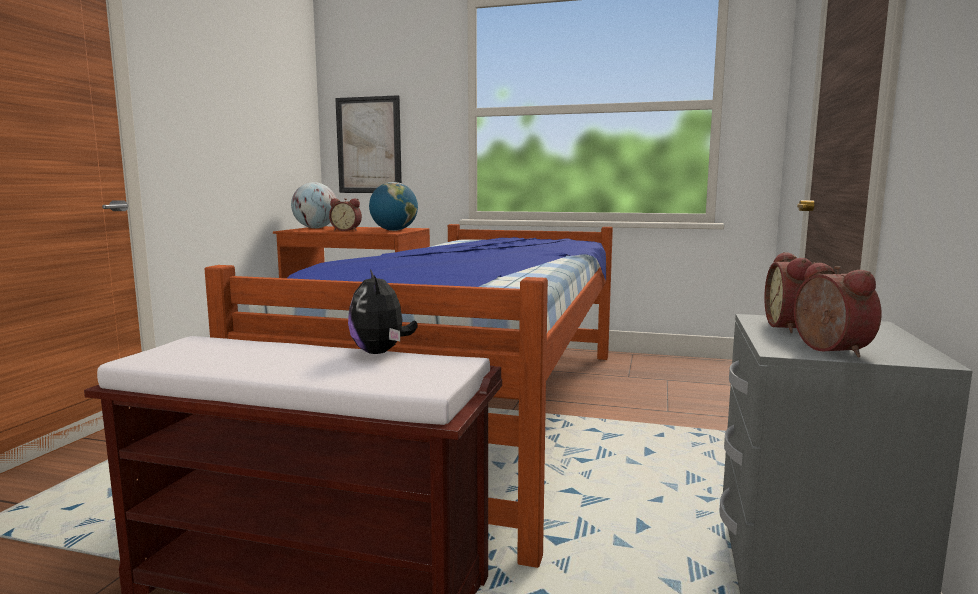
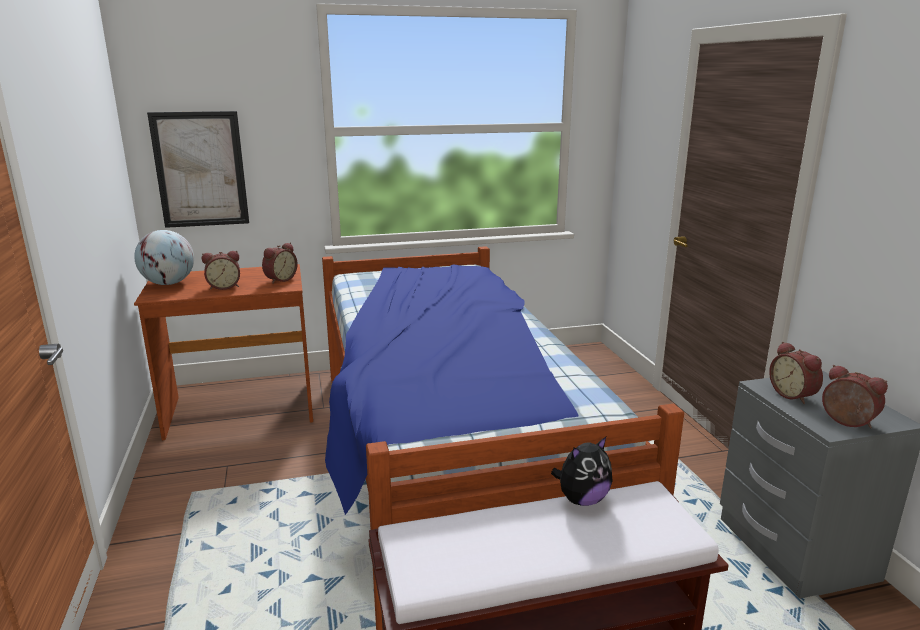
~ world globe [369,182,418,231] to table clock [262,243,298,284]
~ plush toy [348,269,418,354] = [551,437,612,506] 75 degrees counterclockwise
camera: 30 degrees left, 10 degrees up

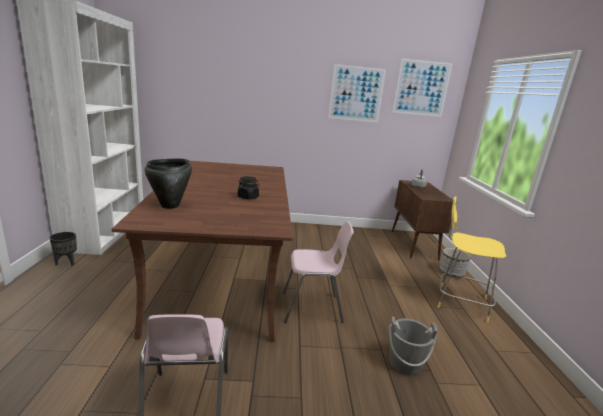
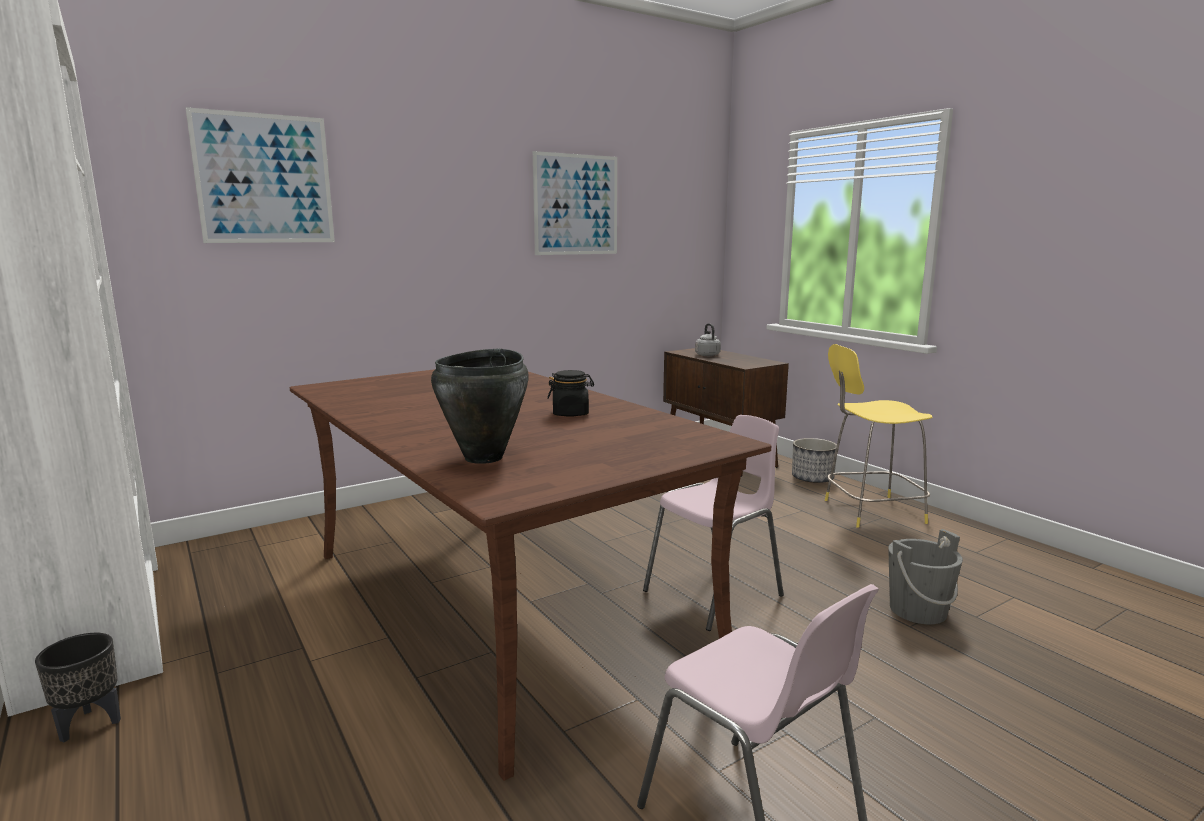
~ picture [392,58,453,117] to [186,107,335,243]
camera: 30 degrees left, 5 degrees down

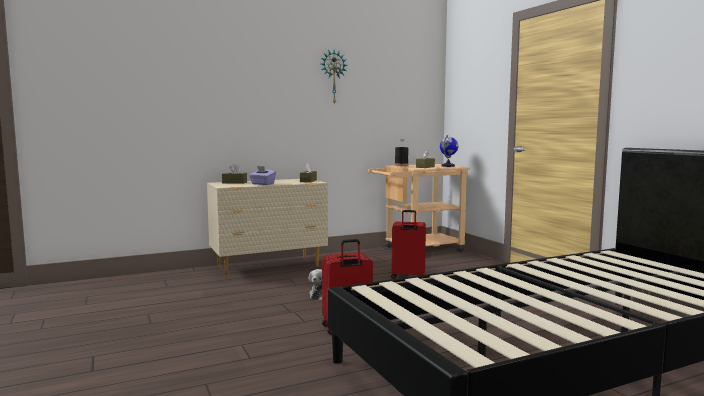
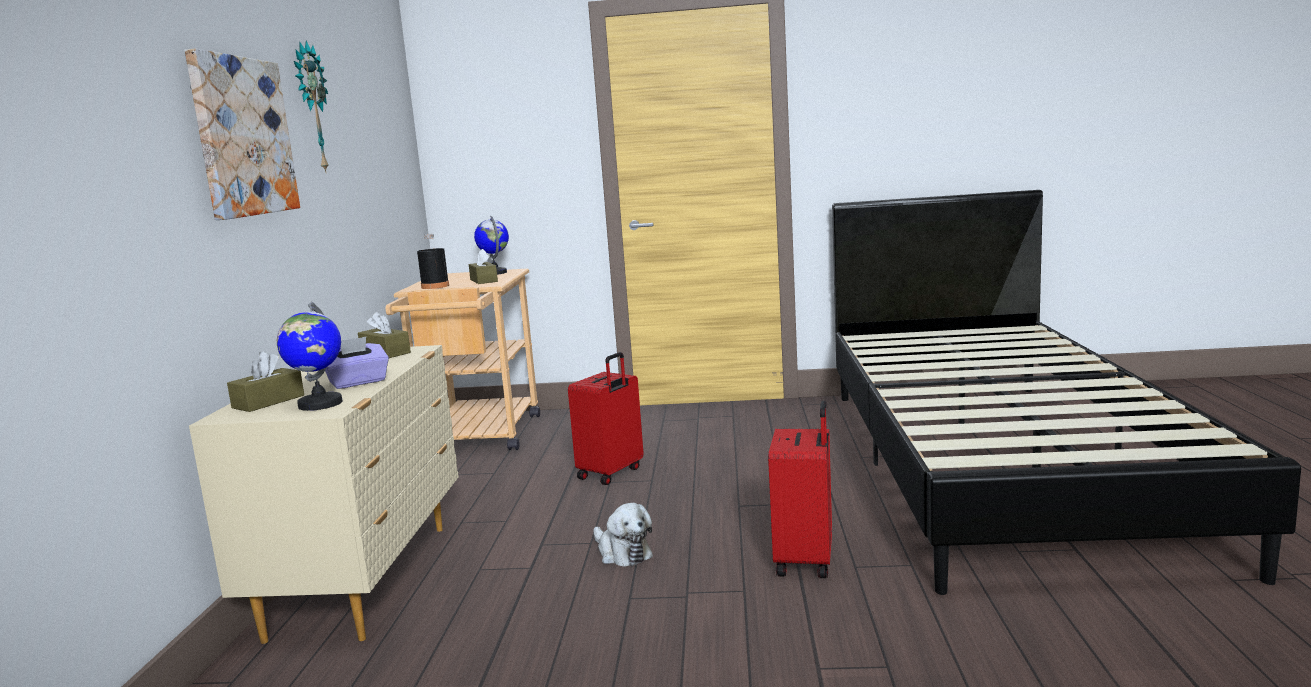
+ picture [184,48,300,220]
+ world globe [277,302,342,411]
camera: 60 degrees left, 5 degrees up

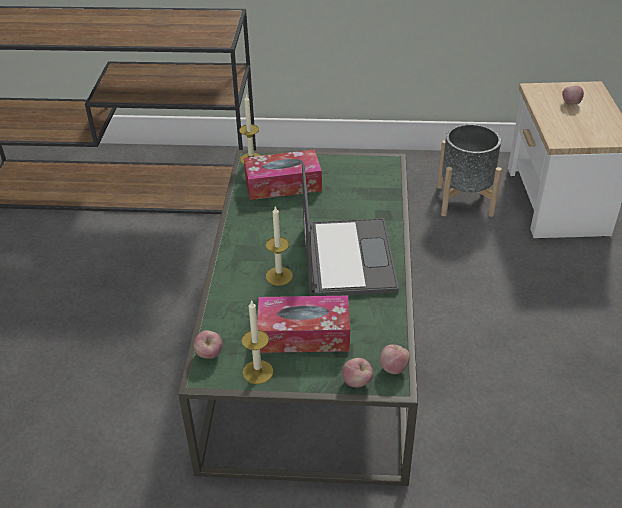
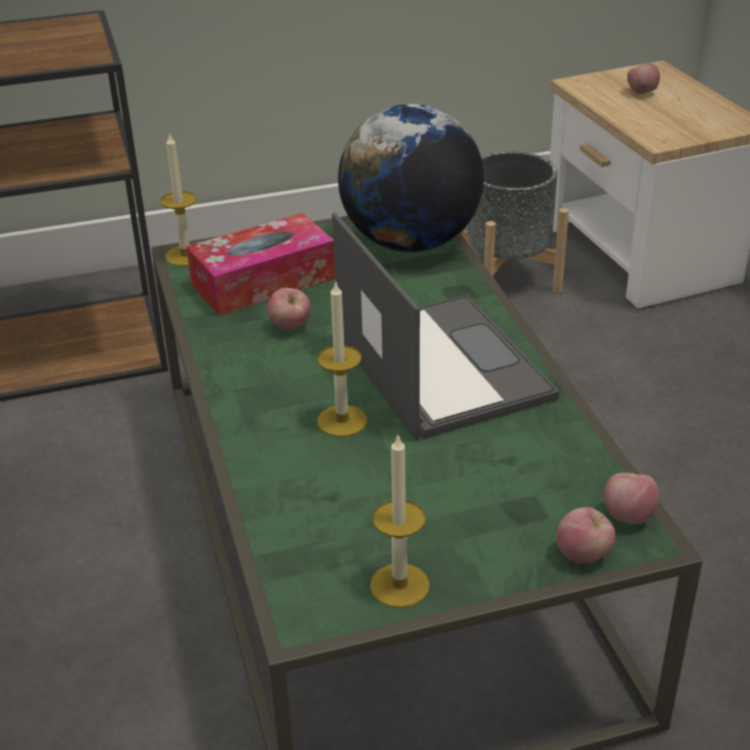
~ whole apple [194,330,223,359] to [267,288,311,329]
+ world globe [338,104,484,252]
- box of tissues [257,296,350,353]
camera: 20 degrees left, 5 degrees down

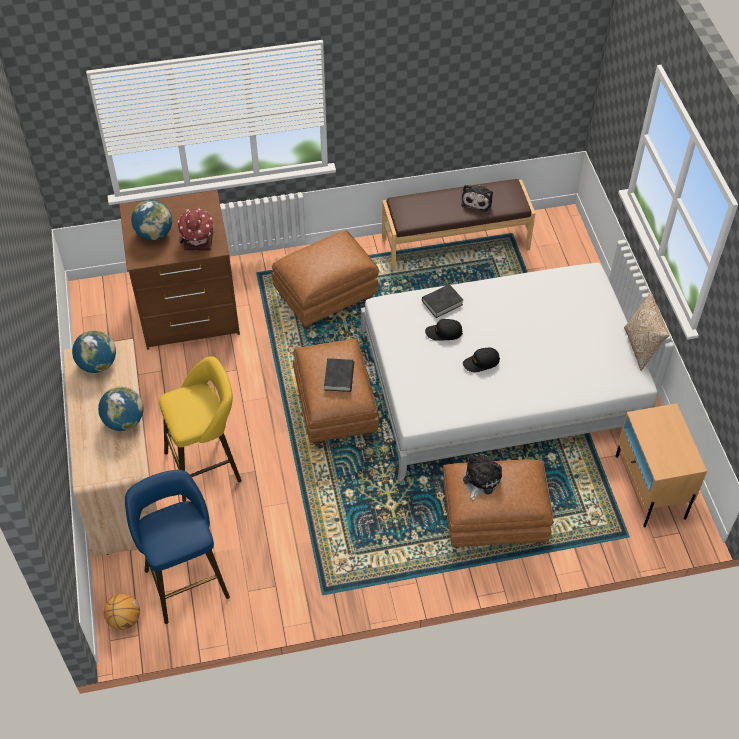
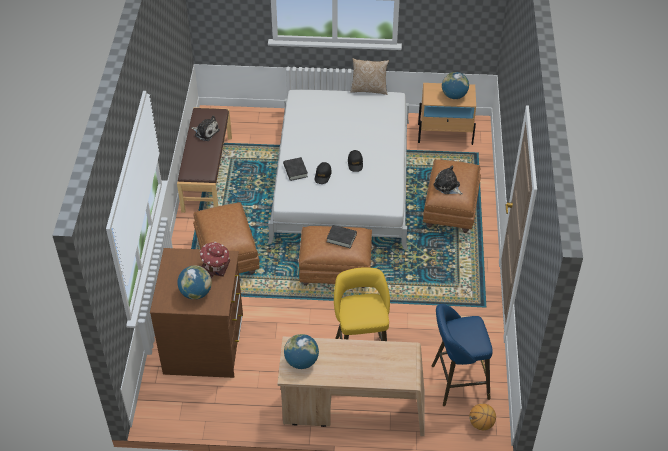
~ world globe [98,387,143,431] to [442,72,469,99]
camera: 75 degrees left, 5 degrees down

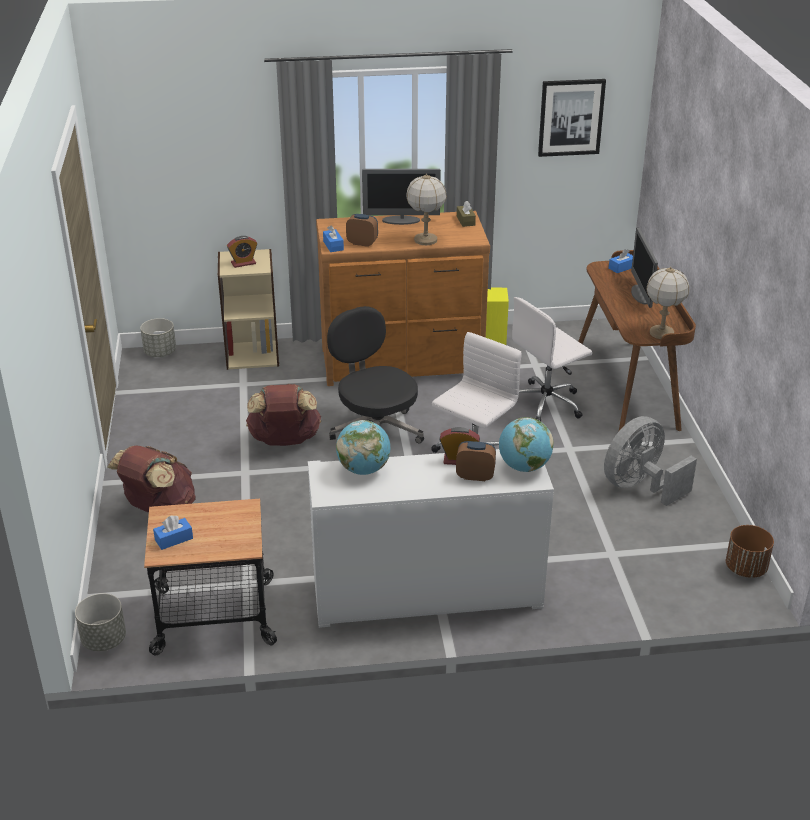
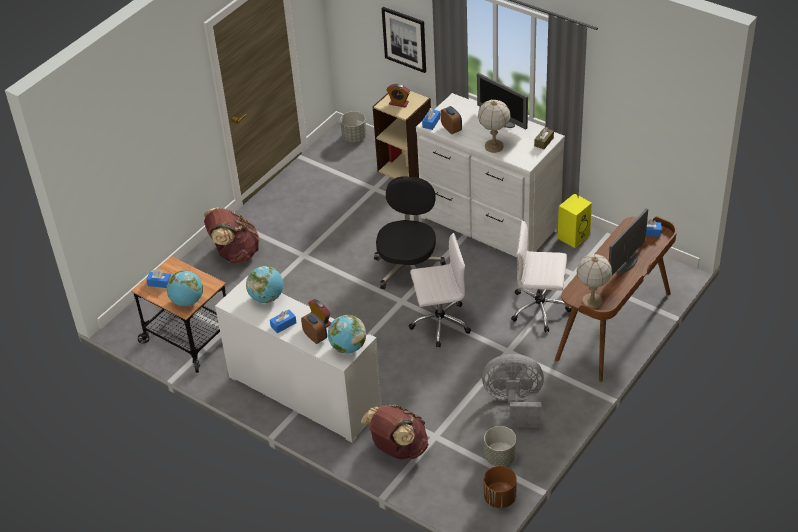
+ world globe [167,270,203,306]
+ bluish box of tissues [270,310,297,333]
~ brown knapsack [246,384,321,446] to [361,405,428,459]
~ picture [538,79,606,157] to [382,7,426,73]
~ brown drawer chest [316,211,490,386] to white drawer chest [416,93,565,257]
~ gray planter [75,593,126,651] to [484,426,516,466]
camera: 45 degrees right, 10 degrees up

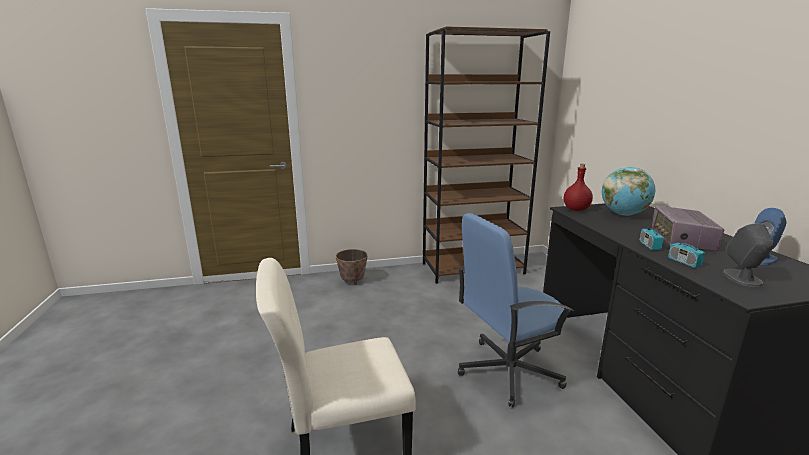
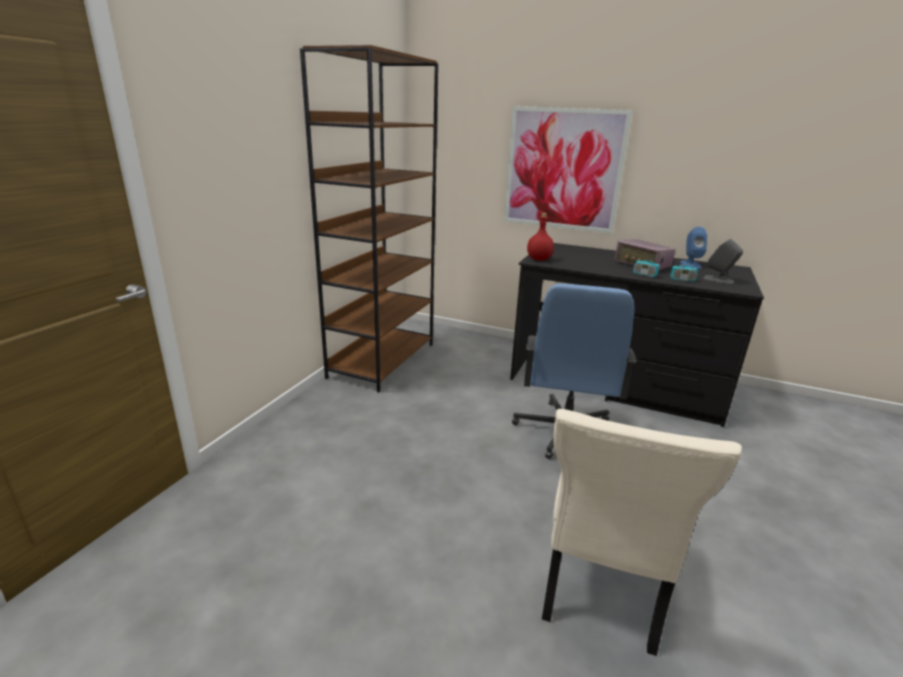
+ picture [504,106,633,234]
- planter [335,249,368,285]
- world globe [602,167,655,215]
camera: 55 degrees left, 5 degrees up

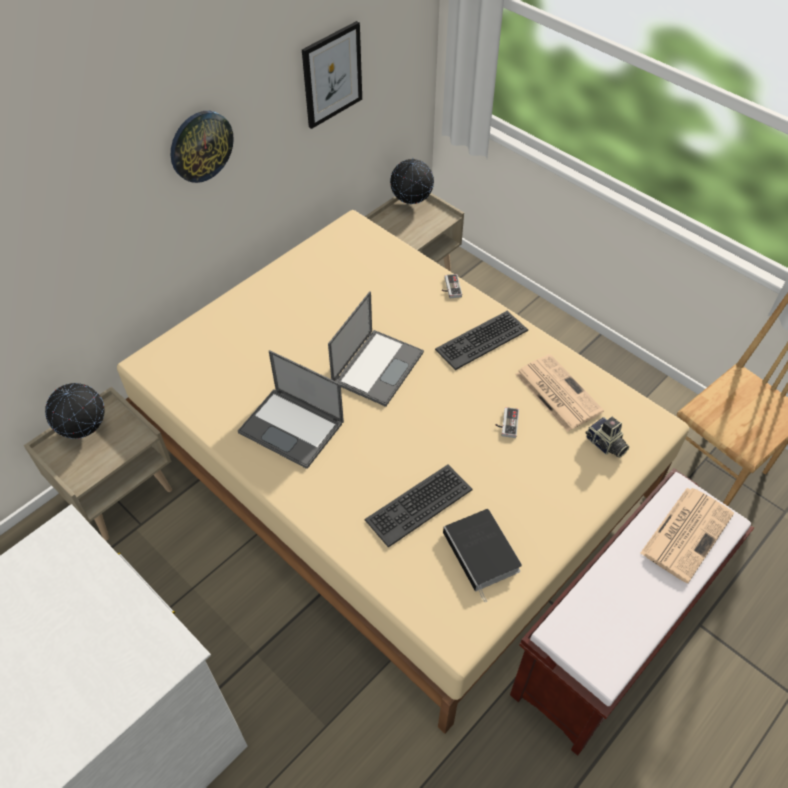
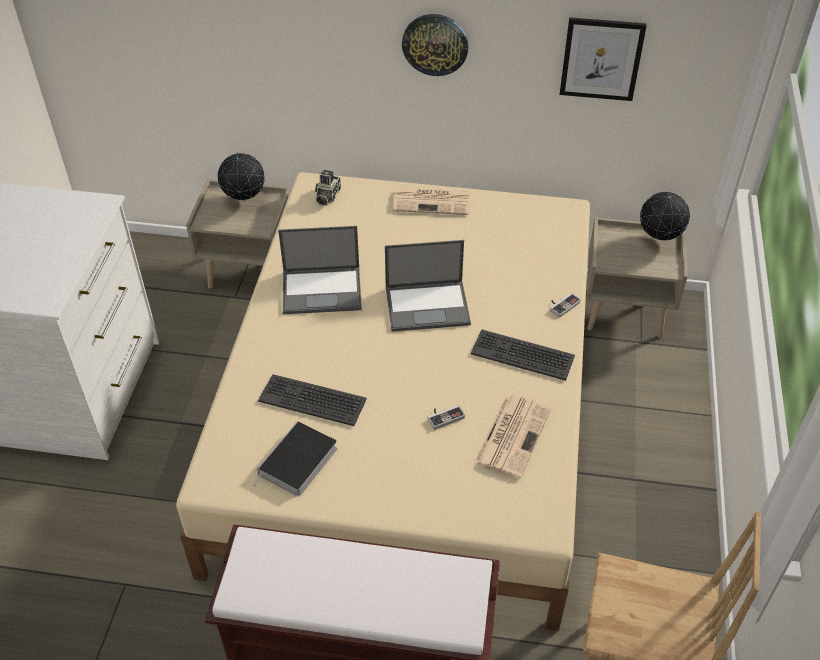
~ notebook computer [238,350,344,469] = [278,226,362,314] 90 degrees counterclockwise
~ photo camera [585,417,629,458] to [315,170,341,206]
~ newspaper [640,488,734,583] to [393,187,470,215]
camera: 55 degrees right, 5 degrees down

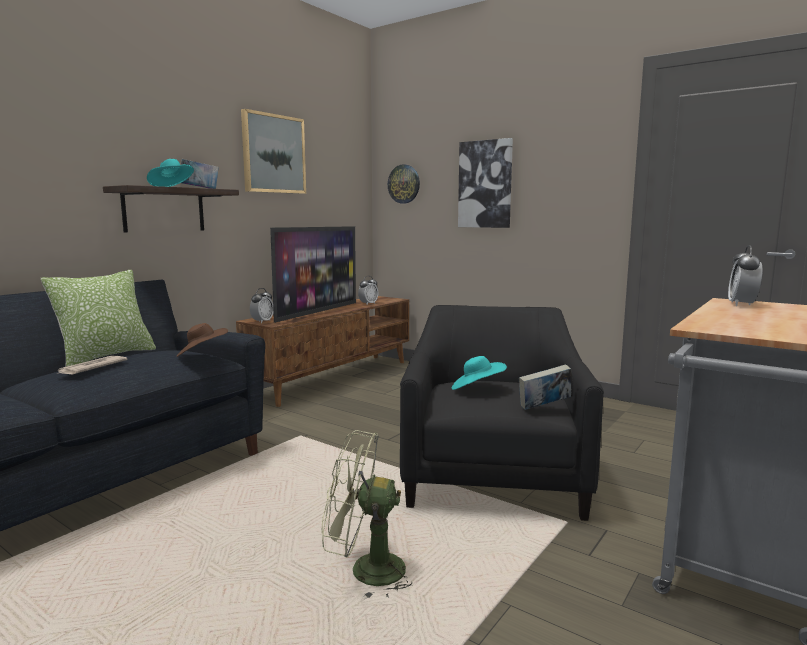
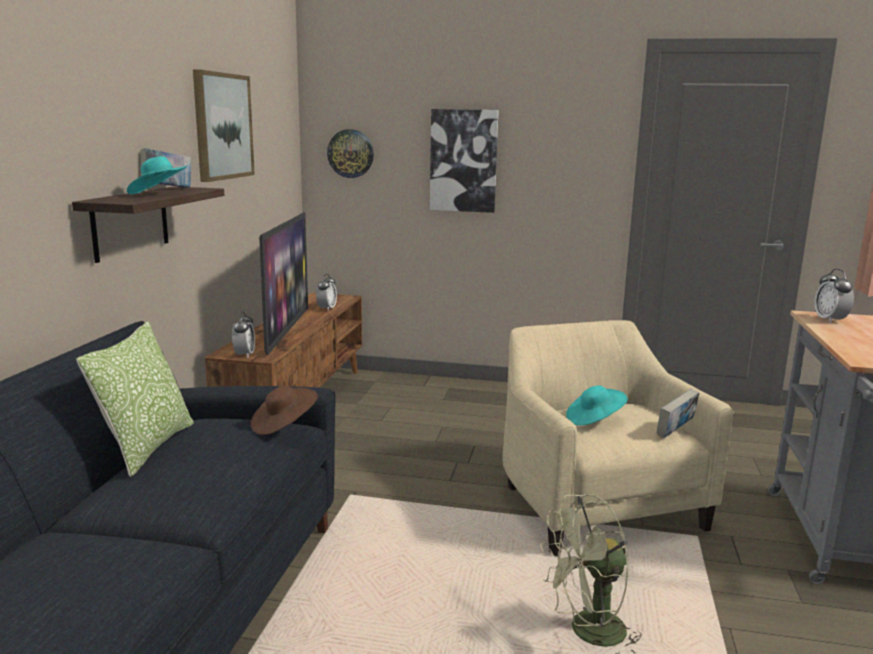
~ blackish armchair [400,305,604,521] to beige-coloured armchair [502,320,734,556]
- newspaper [56,356,127,375]
camera: 25 degrees left, 5 degrees up

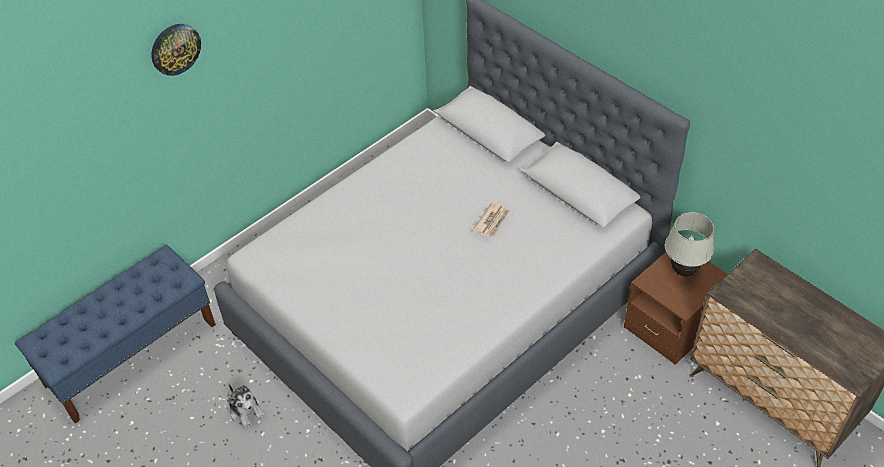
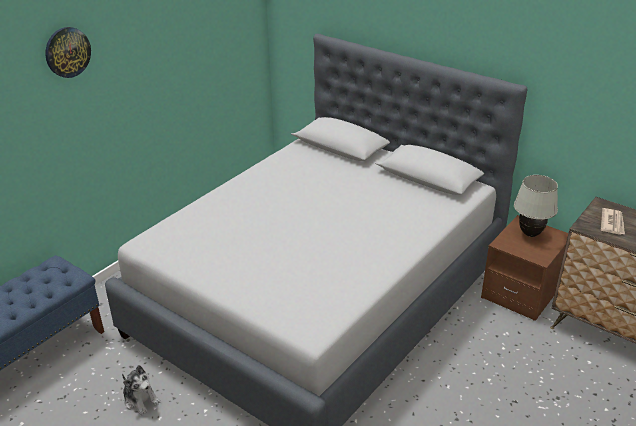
~ newspaper [472,202,510,237] to [601,208,625,235]
camera: 10 degrees left, 15 degrees down

